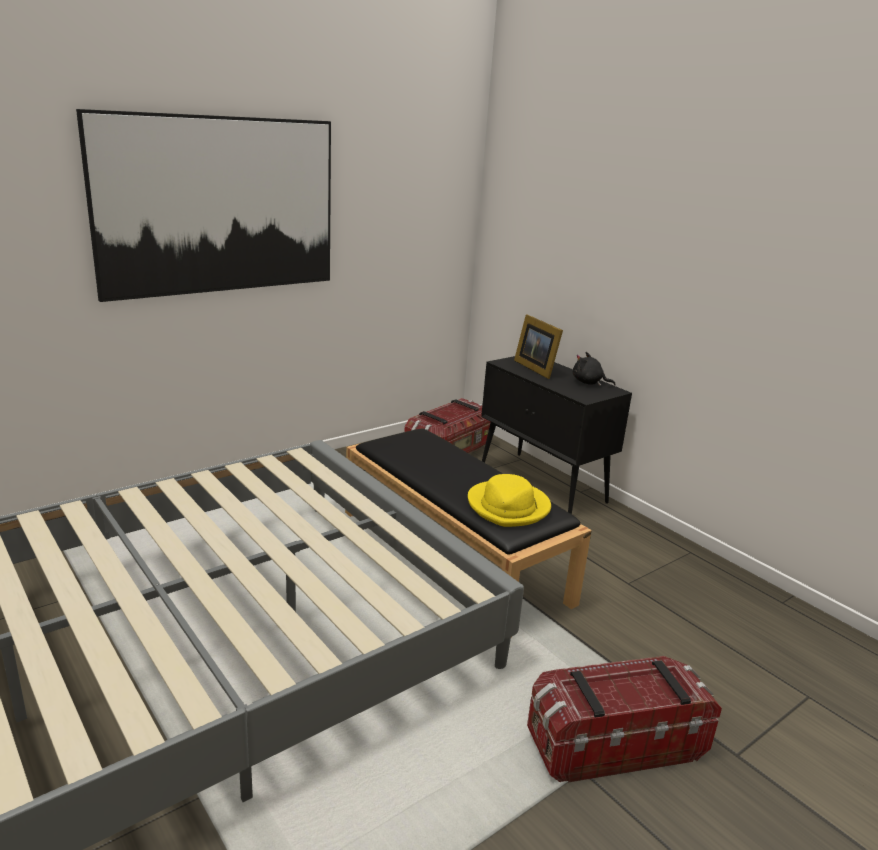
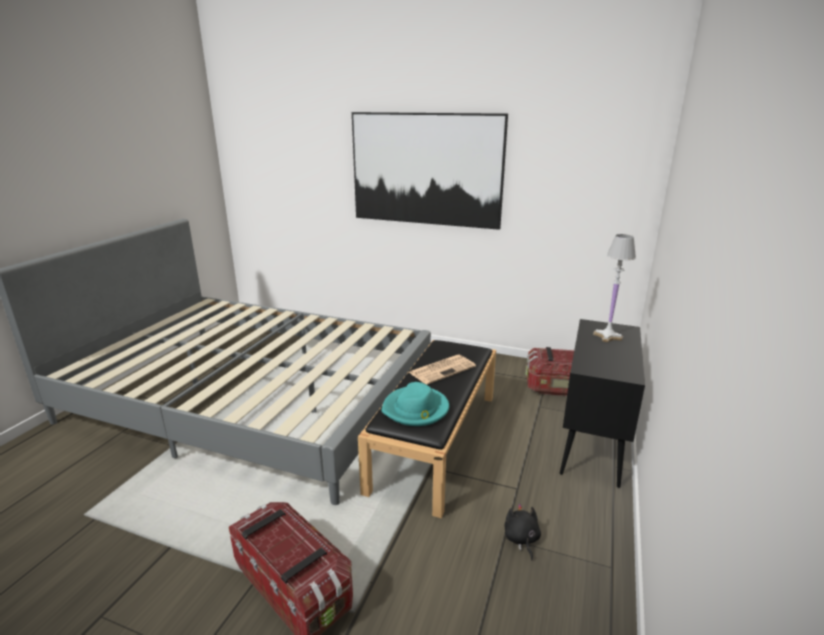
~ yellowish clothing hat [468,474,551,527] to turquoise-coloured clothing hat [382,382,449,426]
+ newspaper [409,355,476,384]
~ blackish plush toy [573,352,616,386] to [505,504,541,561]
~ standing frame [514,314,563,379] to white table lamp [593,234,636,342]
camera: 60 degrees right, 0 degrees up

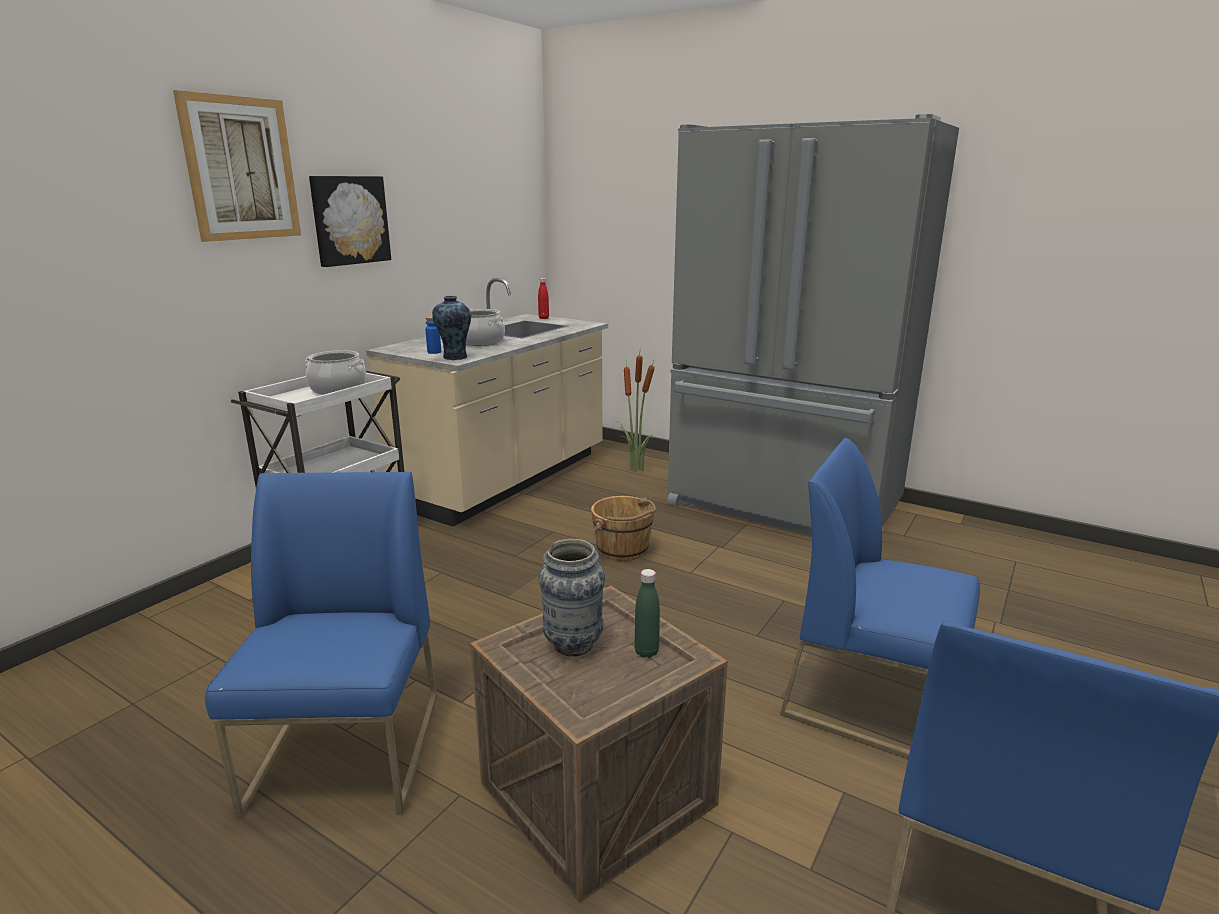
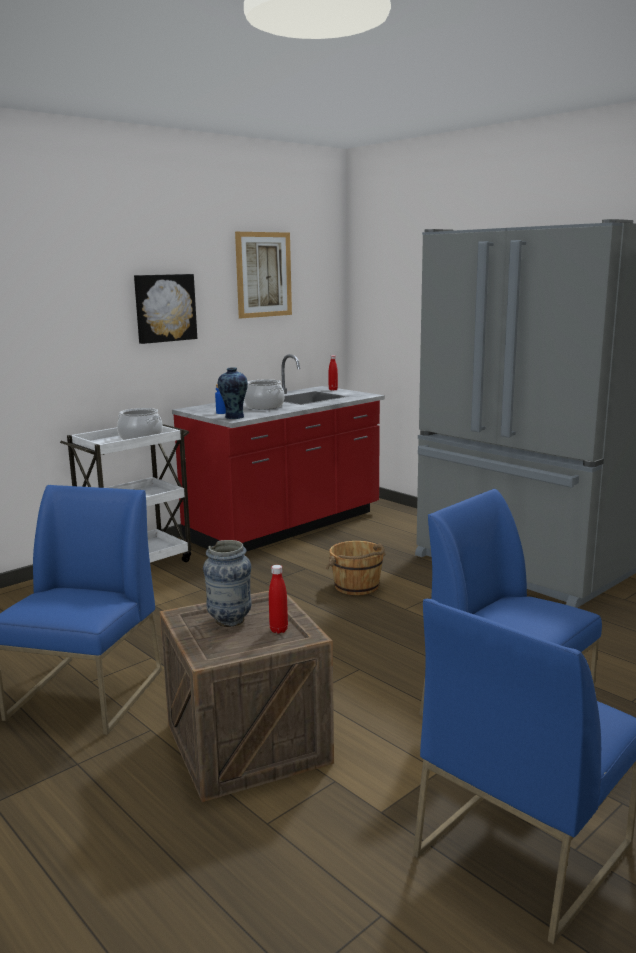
~ beige-coloured kitchen base unit [366,278,608,527] to reddish kitchen base unit [172,354,385,552]
~ picture [173,90,301,242] to [235,232,292,319]
~ greenish drink bottle [635,569,660,658] to reddish drink bottle [269,565,288,634]
- potted plant [615,354,655,471]
camera: 15 degrees right, 5 degrees down

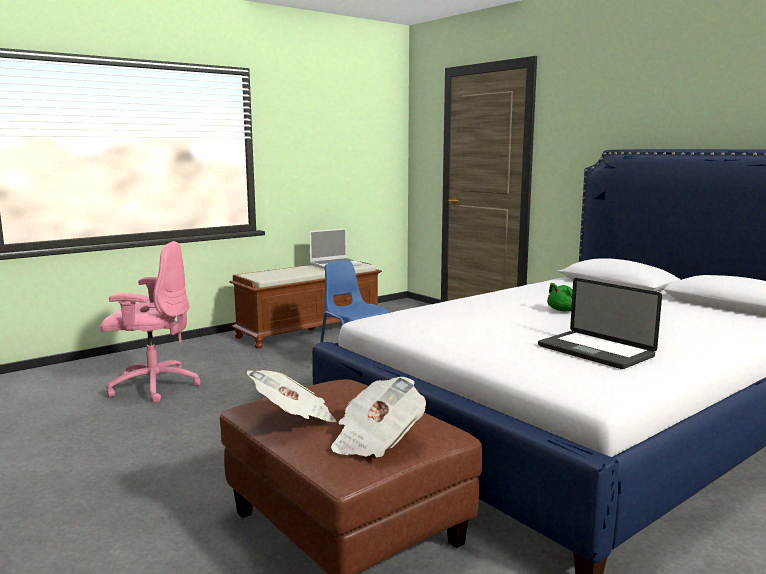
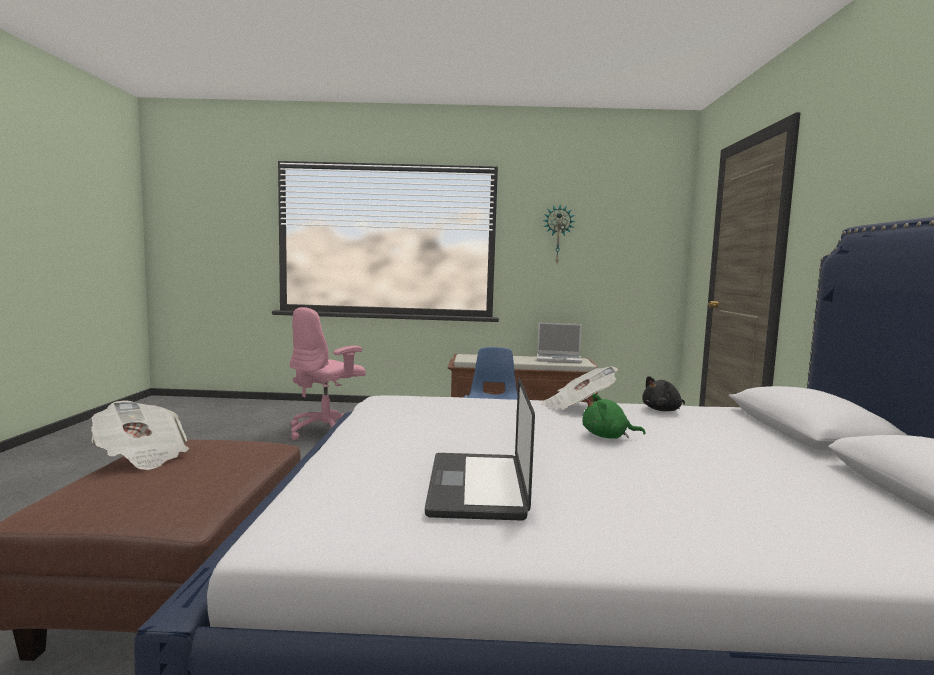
~ pinkish computer chair [100,241,201,403] = [290,307,366,440] 90 degrees clockwise
~ newspaper [331,377,426,457] to [541,367,618,410]
+ wall clock [543,205,576,262]
+ blackish plush toy [642,376,685,411]
camera: 40 degrees right, 5 degrees down

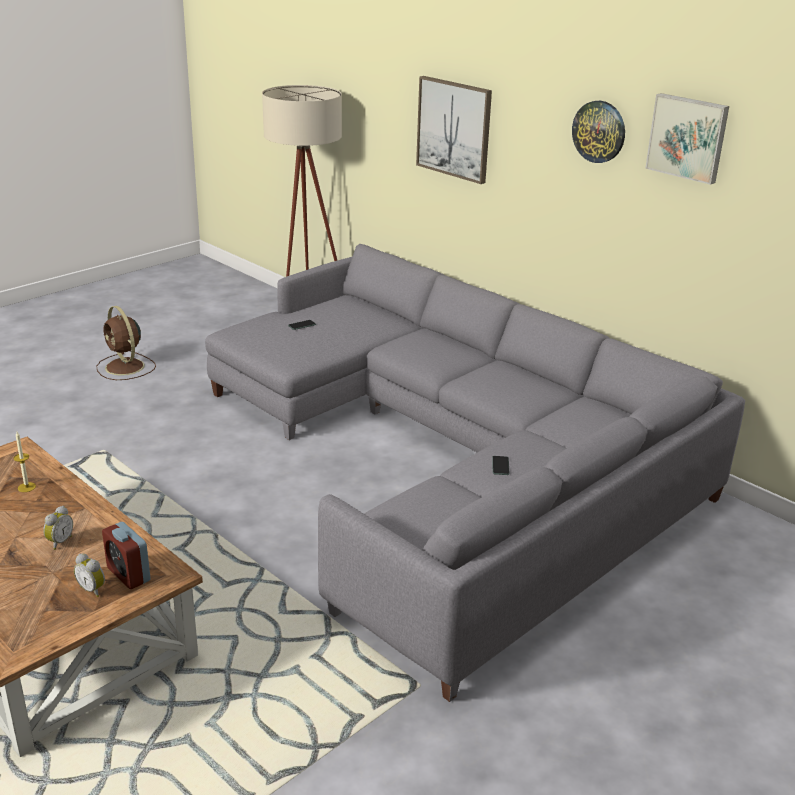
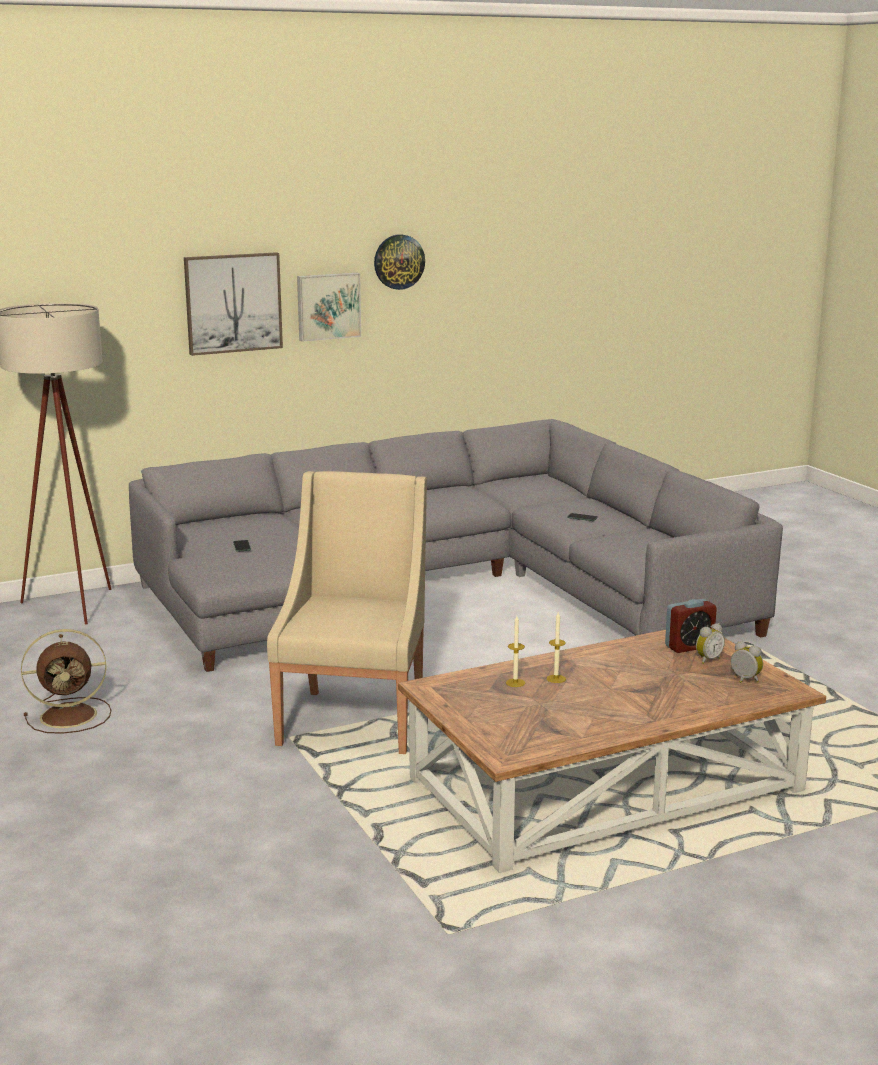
+ beige-coloured armchair [267,471,427,754]
~ picture [645,93,729,185] to [297,273,361,342]
+ candle [547,612,566,683]
~ table clock [43,506,73,550] to [731,641,763,683]
camera: 70 degrees left, 10 degrees down

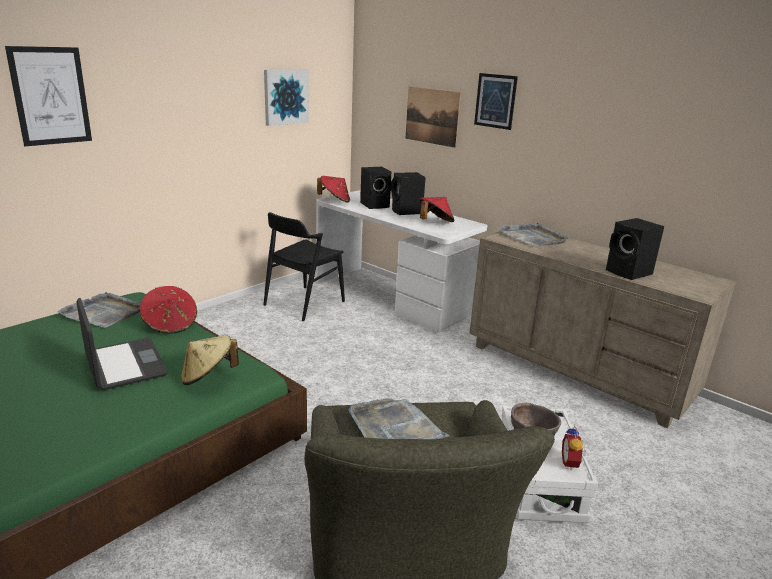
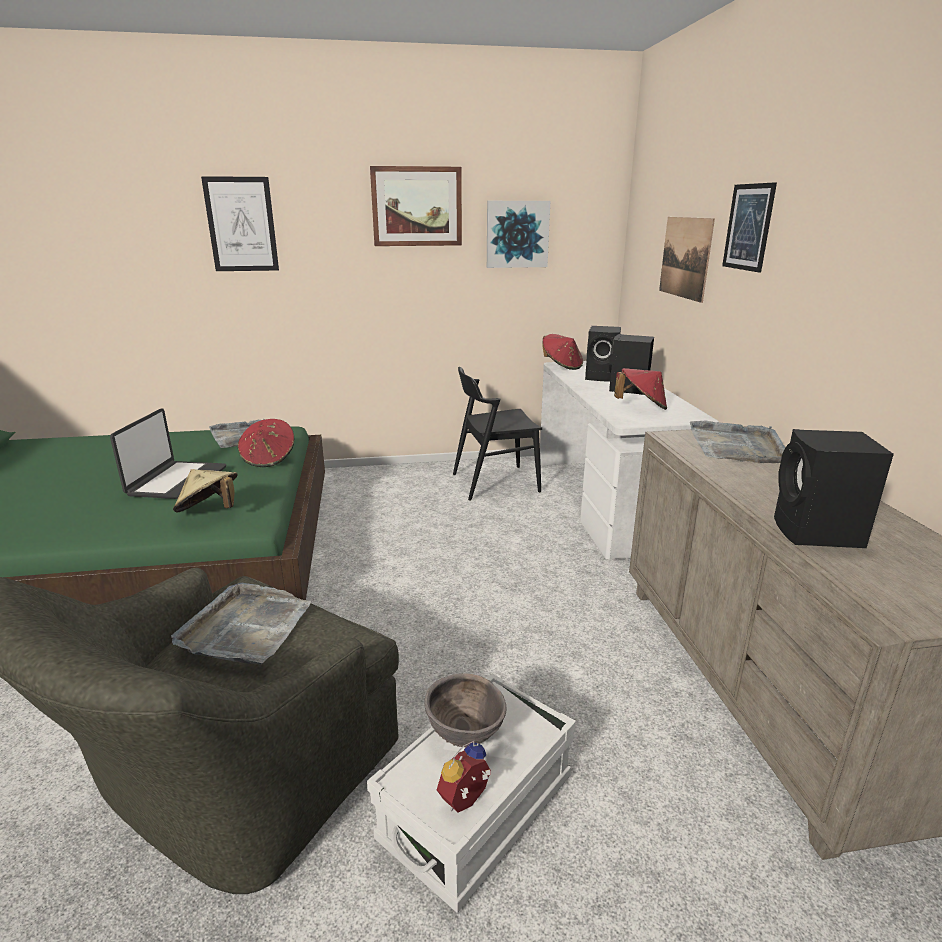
+ picture [370,166,462,246]
camera: 40 degrees right, 0 degrees up

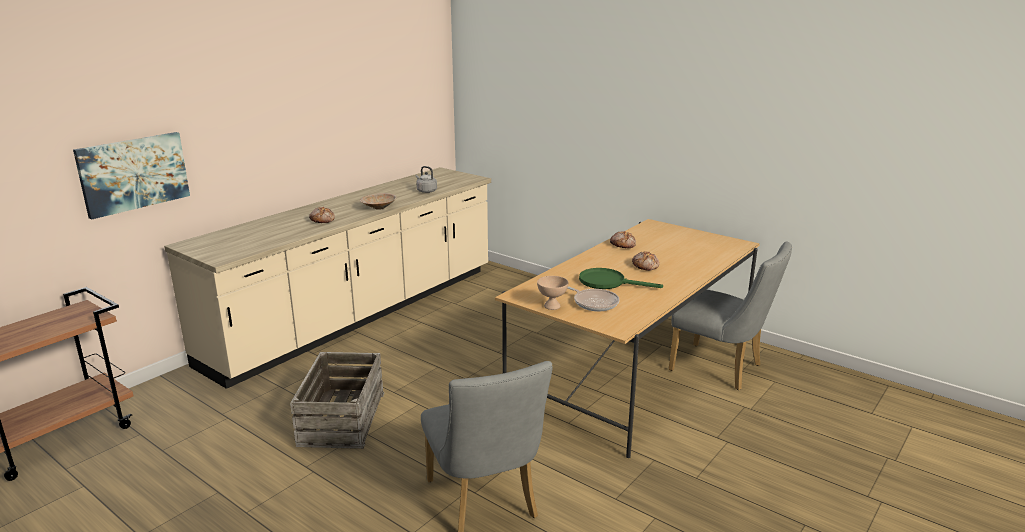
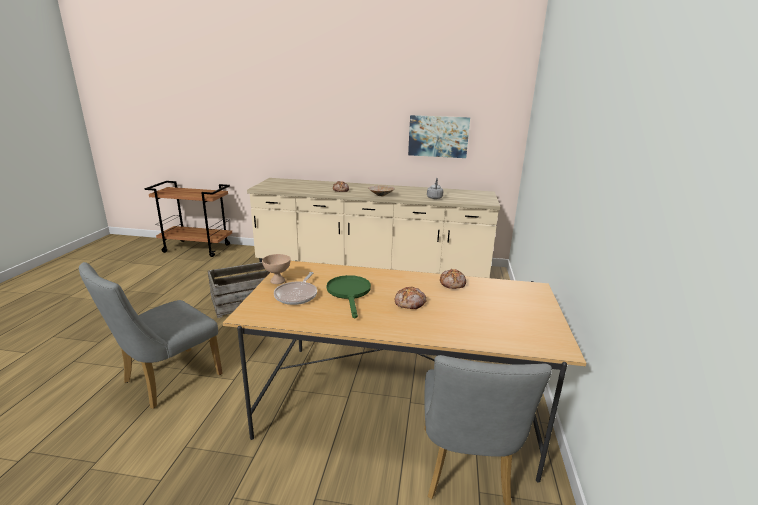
~ picture [73,132,190,220] to [408,115,470,158]
camera: 60 degrees right, 0 degrees up

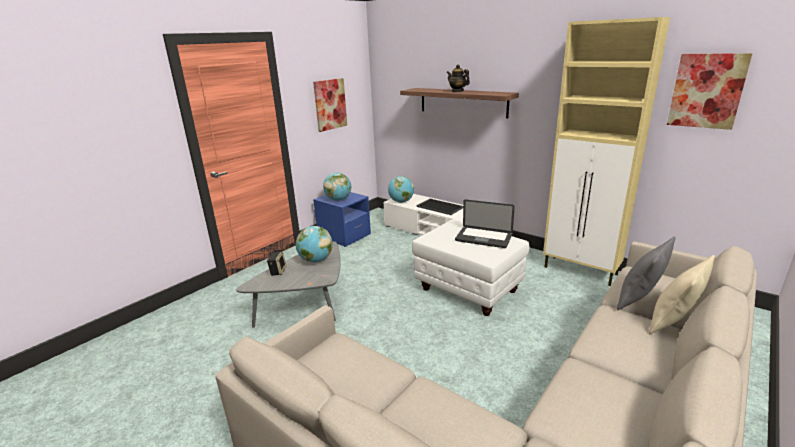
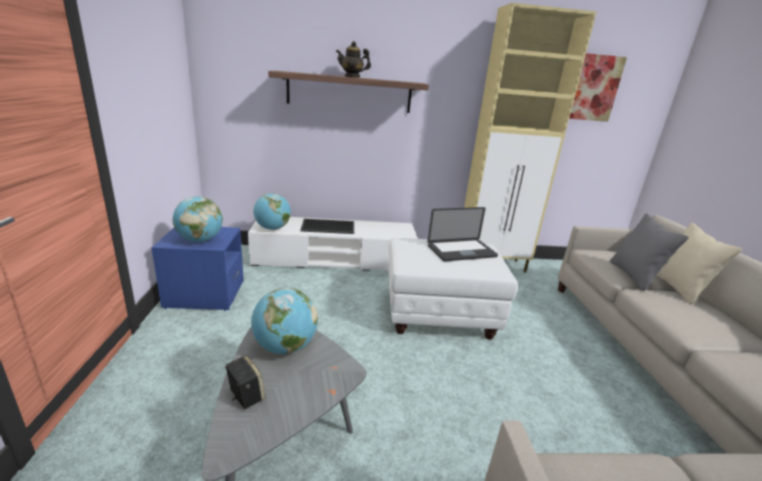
- picture [313,78,347,132]
camera: 45 degrees left, 0 degrees up

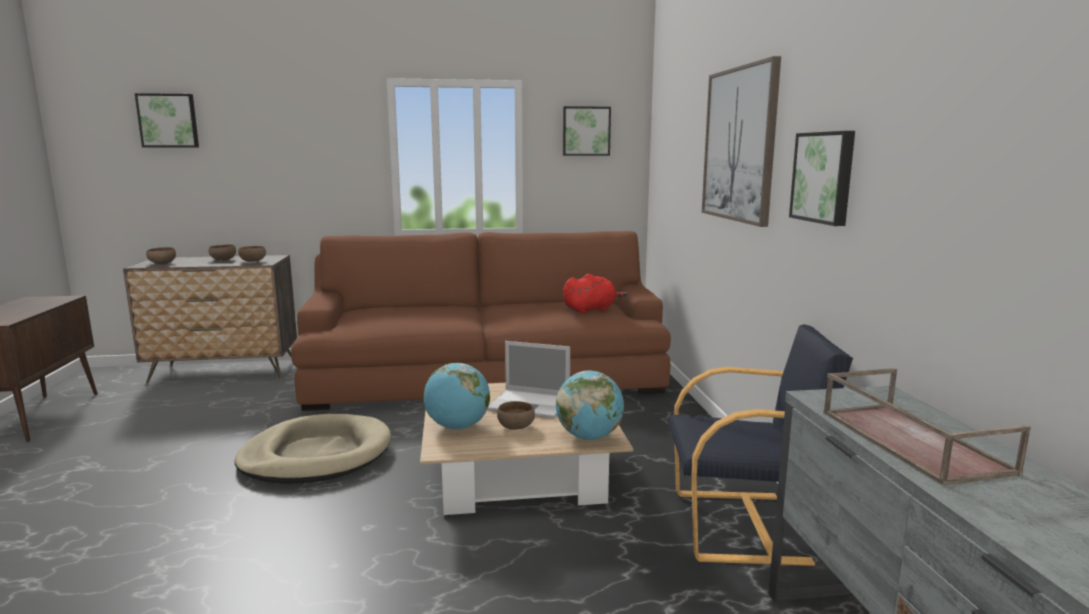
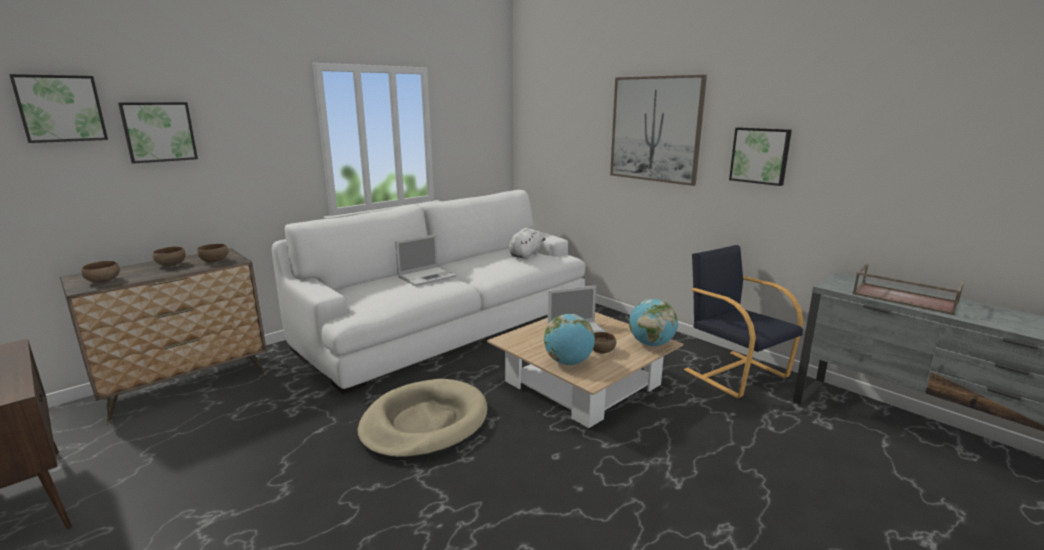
~ picture [563,106,611,156] to [118,102,198,164]
~ brown settee [291,231,671,411] to white settee [272,190,585,394]
+ notebook computer [395,234,456,286]
~ reddish plush toy [563,274,627,314] to white plush toy [509,228,545,259]
~ blackish armchair [668,324,853,566] = [684,245,803,398] 90 degrees counterclockwise
camera: 35 degrees left, 5 degrees up

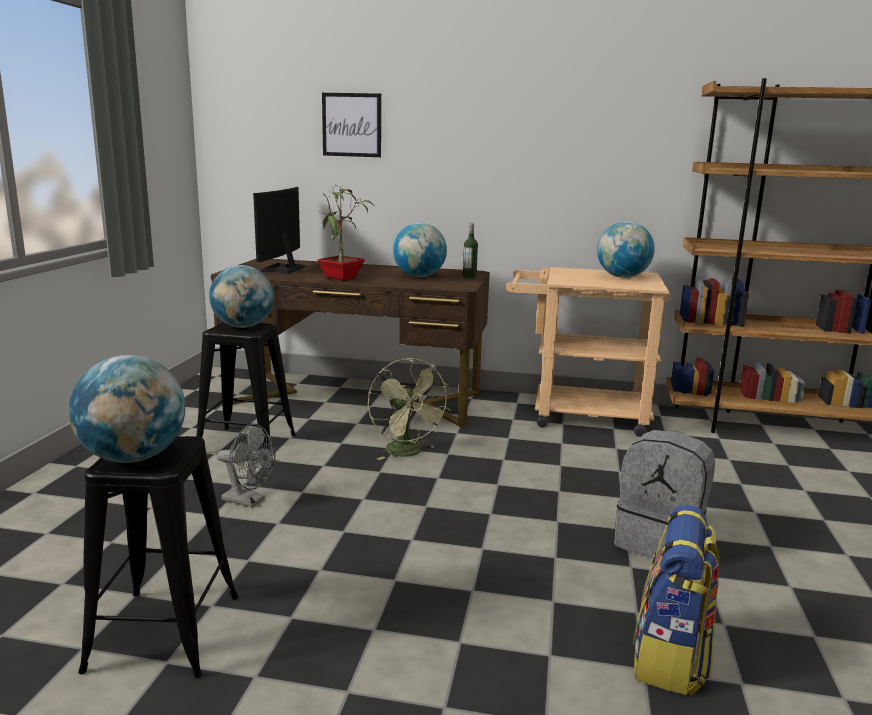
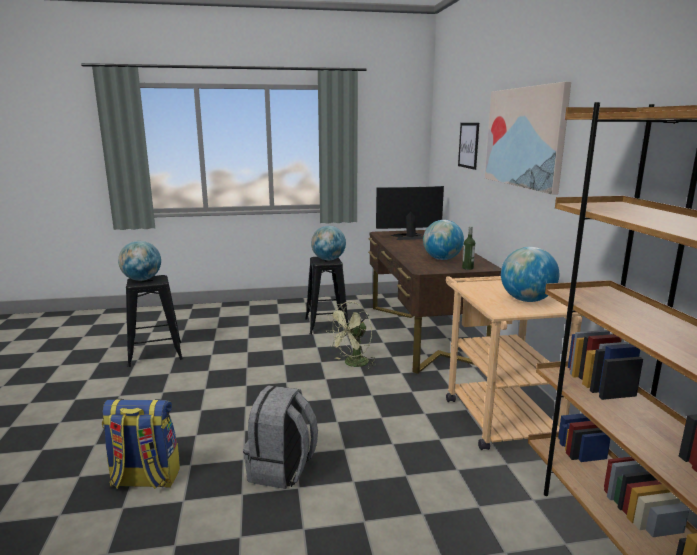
+ picture [485,82,571,195]
- gray cooling fan [217,424,275,507]
- potted plant [317,185,375,280]
camera: 70 degrees right, 0 degrees up

